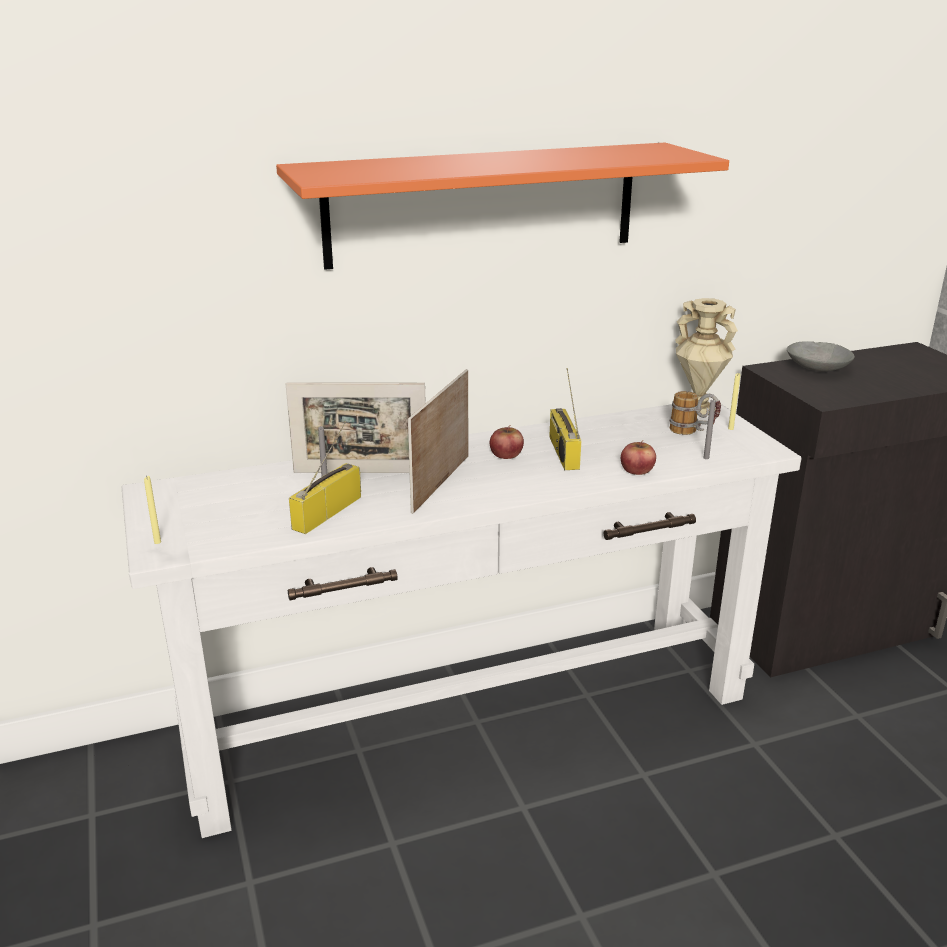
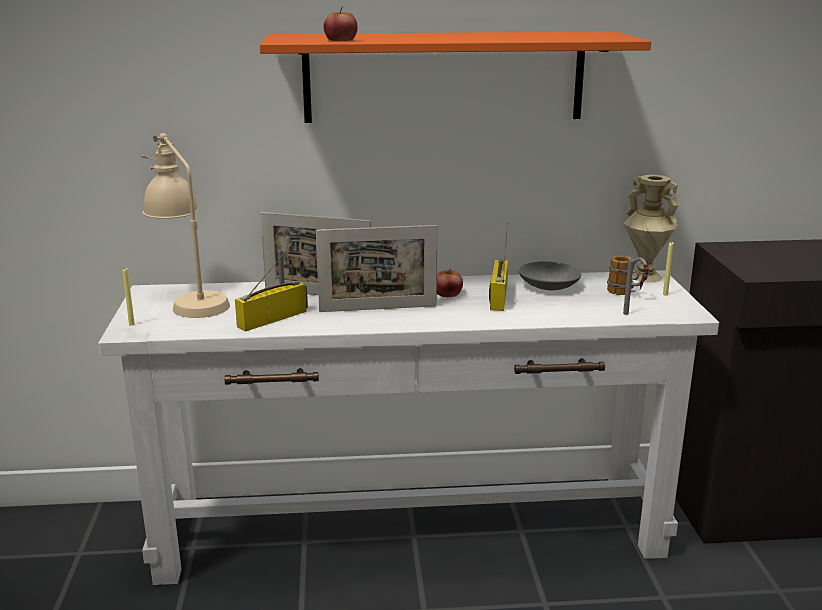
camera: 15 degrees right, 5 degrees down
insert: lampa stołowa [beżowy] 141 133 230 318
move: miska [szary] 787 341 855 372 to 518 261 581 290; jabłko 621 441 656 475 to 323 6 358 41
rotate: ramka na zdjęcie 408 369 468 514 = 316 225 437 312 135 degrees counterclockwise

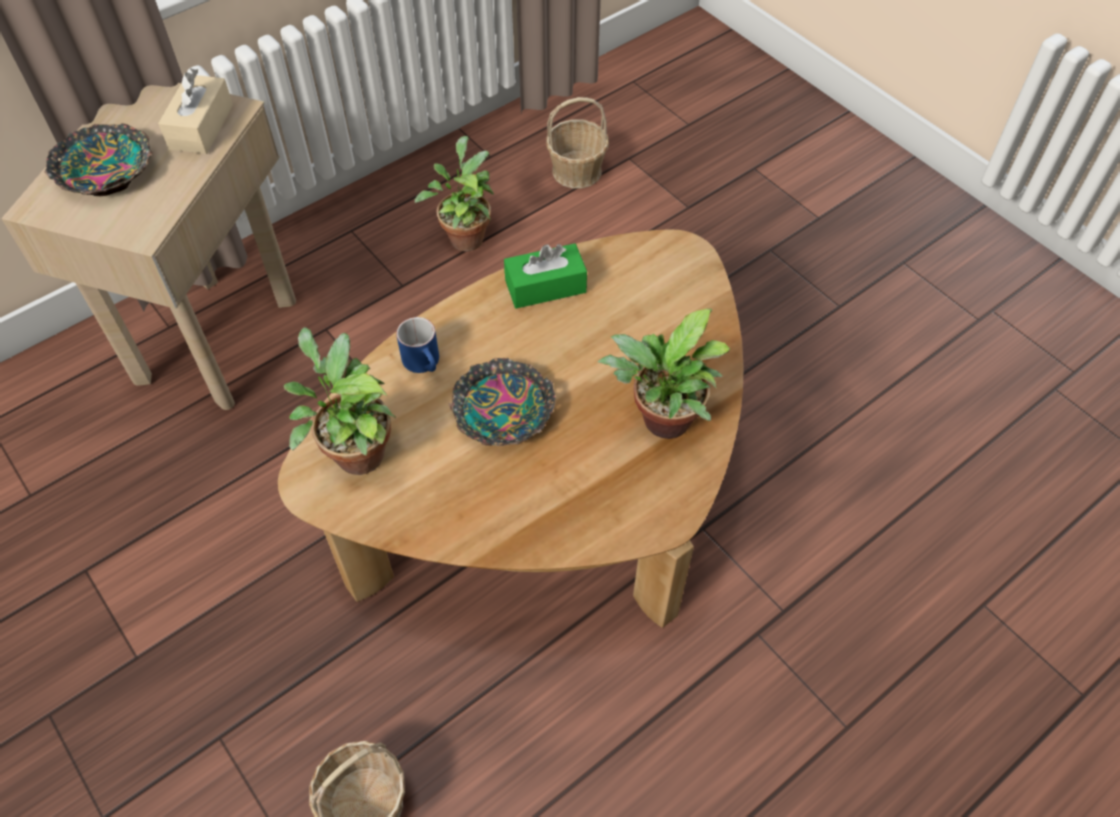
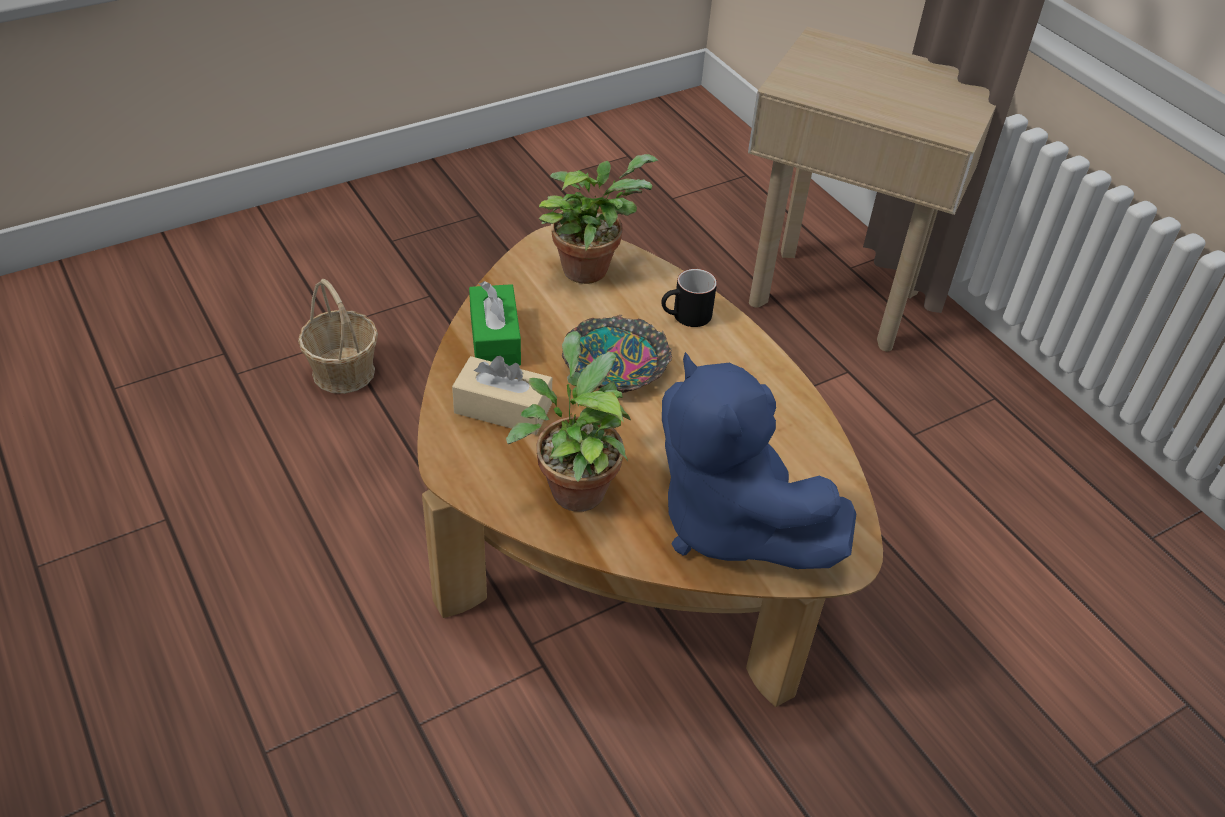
camera: 95 degrees right, 10 degrees down
delete: koszyk 546 97 609 188; miska 45 123 153 196; roślina doniczkowa 414 136 494 252
insert: pluszak [niebieski] 662 352 856 569
move: pudełko chusteczek [beżowy] 158 69 233 154 to 452 356 552 435; pudełko chusteczek [zielony] 504 243 587 309 to 469 281 521 366
recolor: kubek [niebieski] 396 317 439 373 to kubek [czarny] 661 269 717 327

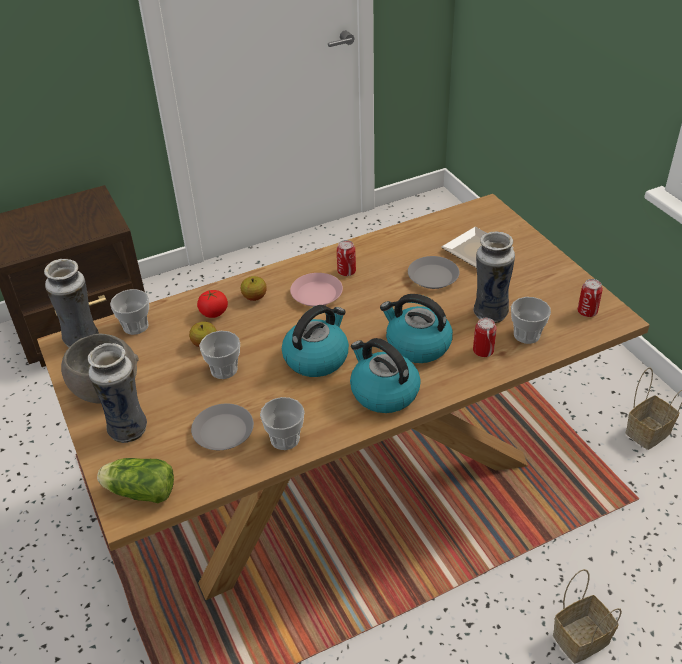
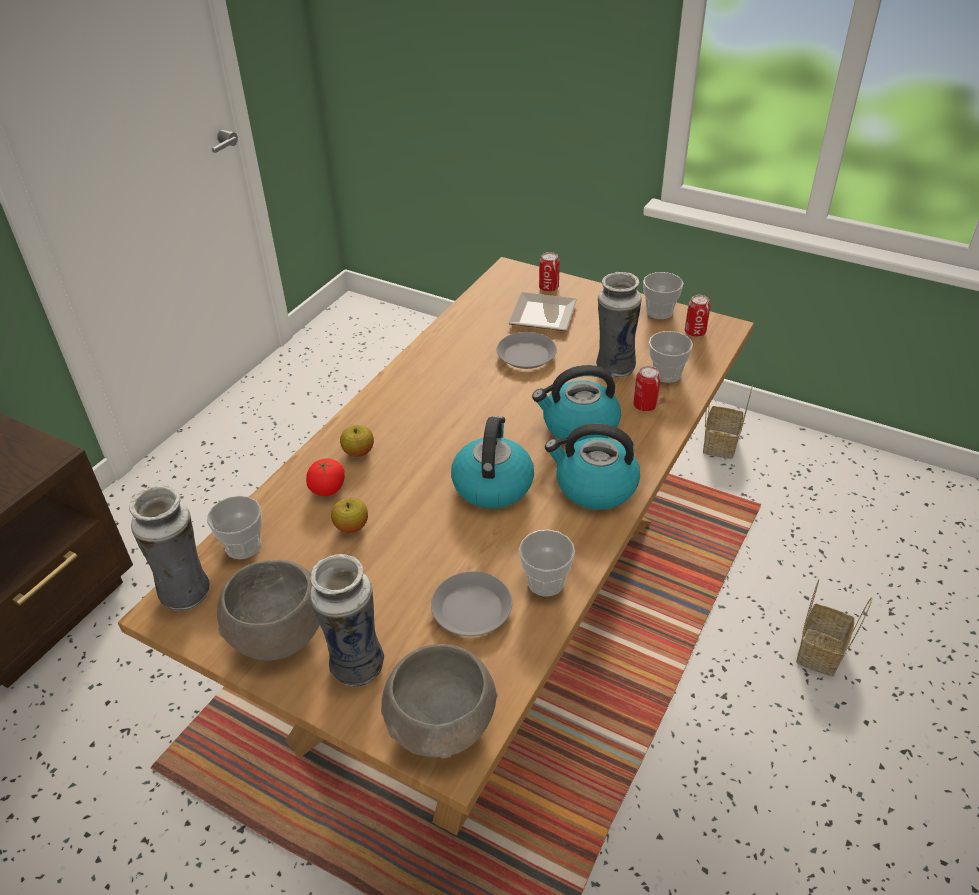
camera: 35 degrees left, 0 degrees up
delete: talerz [różowy] 290 273 343 307
move: puszka 337 240 356 276 to 539 252 560 292; filiżanka 199 331 240 379 to 643 272 684 319
replace: sałata 97 458 174 503 to miska [szary] 381 644 498 758

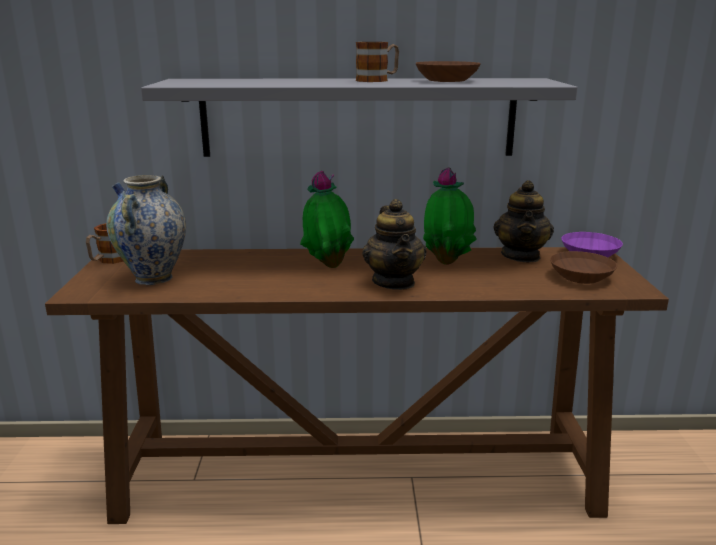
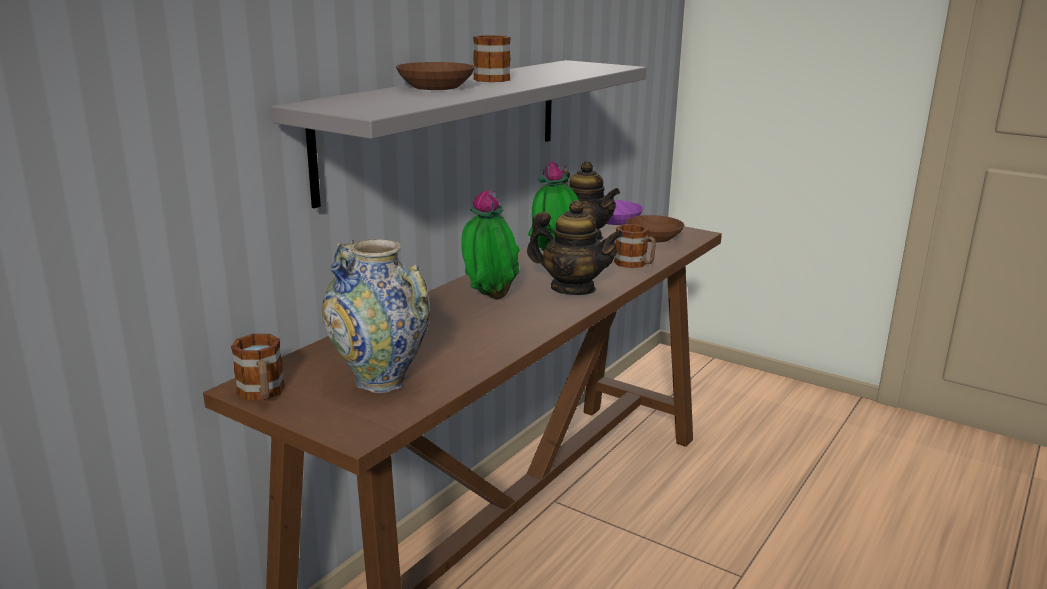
camera: 55 degrees left, 0 degrees up
insert: kubek 614 224 656 268
move: miska [brązowy] 415 61 481 82 to 396 62 475 90

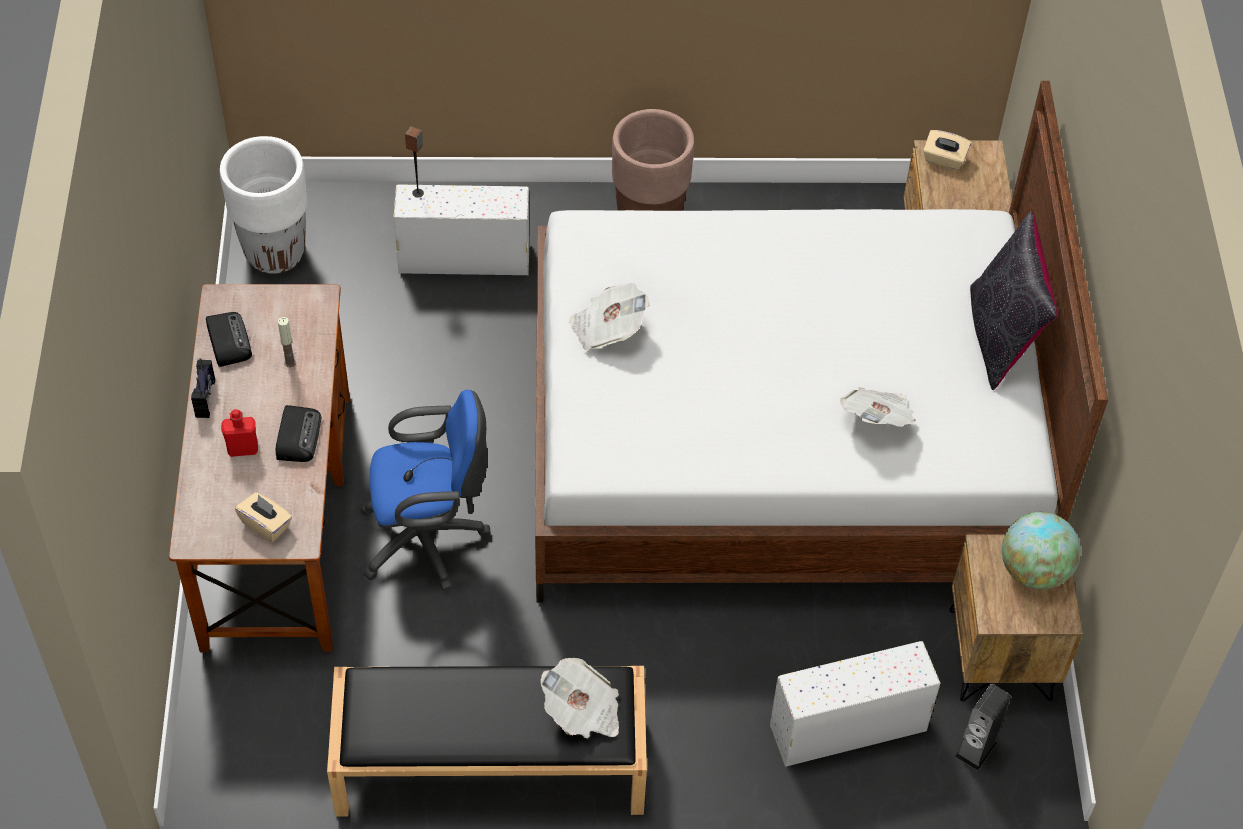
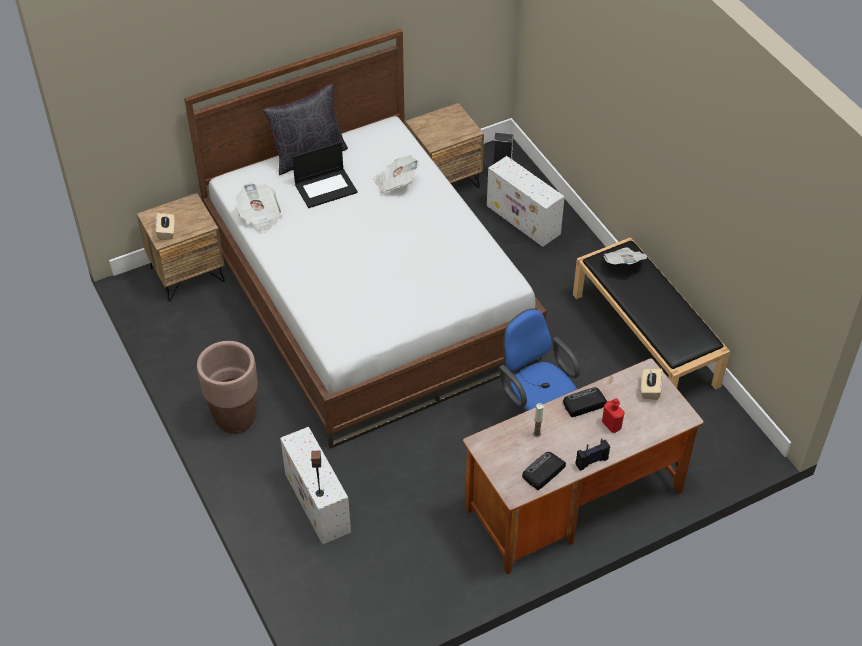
camera: 115 degrees left, 5 degrees down
delete: donica [biały] 220 136 308 274; globus 1002 512 1081 590
insert: laptop 292 141 358 208
move: gazeta 569 283 649 350 to 236 182 283 233

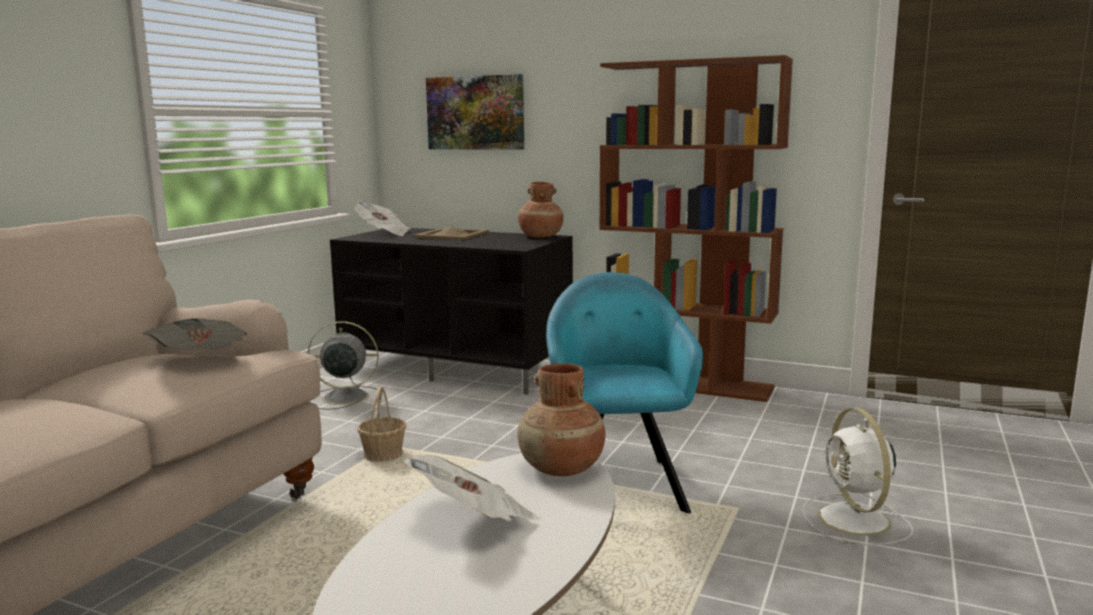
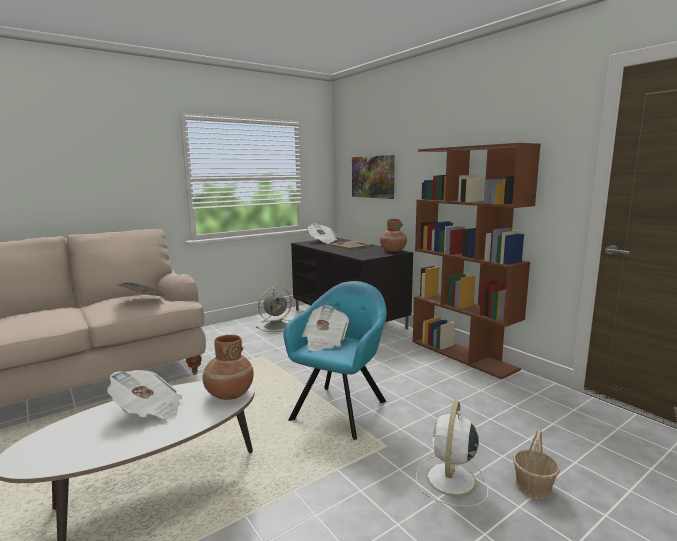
camera: 30 degrees right, 0 degrees up
insert: gazeta 302 305 349 351
move: koszyk 357 387 406 462 to 513 428 560 500
rotate: wentylator [szary] 308 321 381 410 = 256 287 292 332 120 degrees clockwise

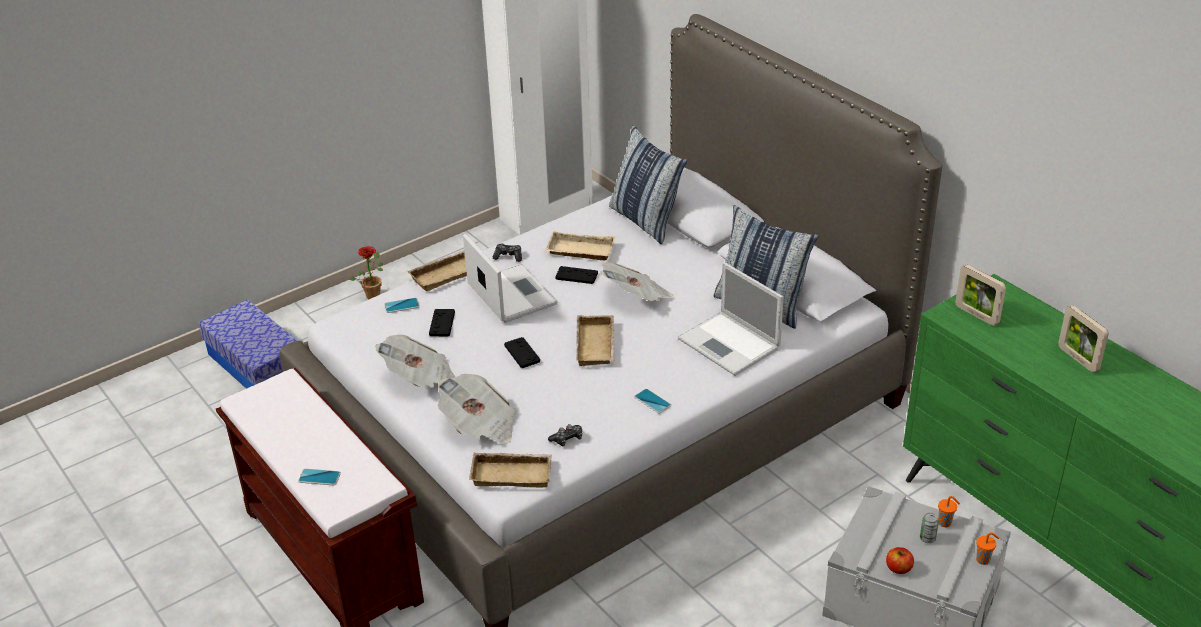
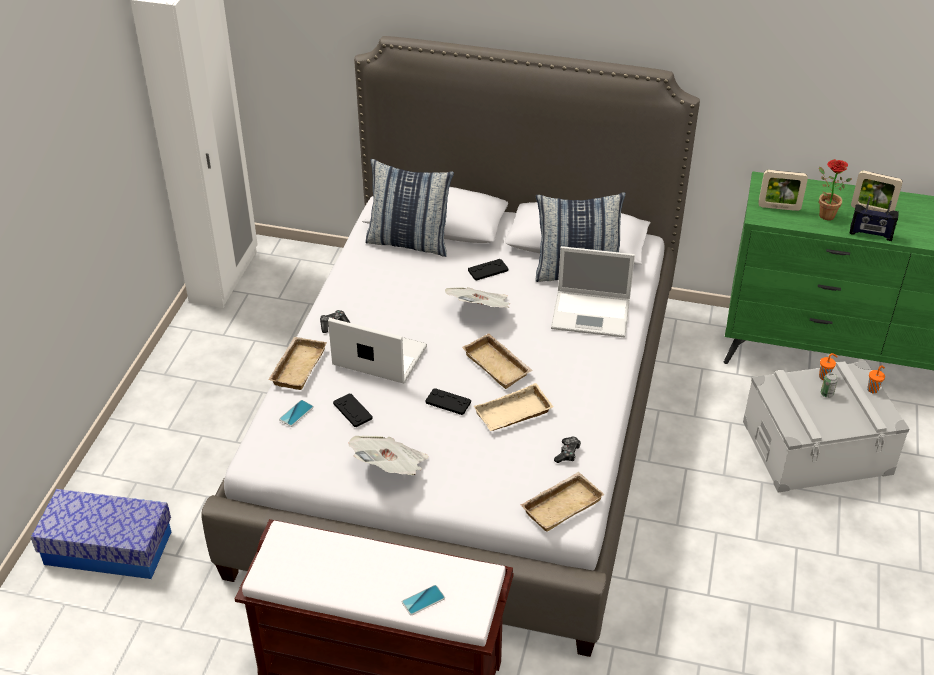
camera: 40 degrees left, 5 degrees up
delete: gazeta 438 374 516 444; telefon 634 389 671 413; jabłko 886 547 914 574
insert: radio 849 197 899 241
move: taca [beżowy] 545 231 616 261 to 474 383 553 431; roślina doniczkowa 349 246 384 299 to 819 159 851 220; pad do gier [czarny] 555 266 598 284 to 468 259 508 281

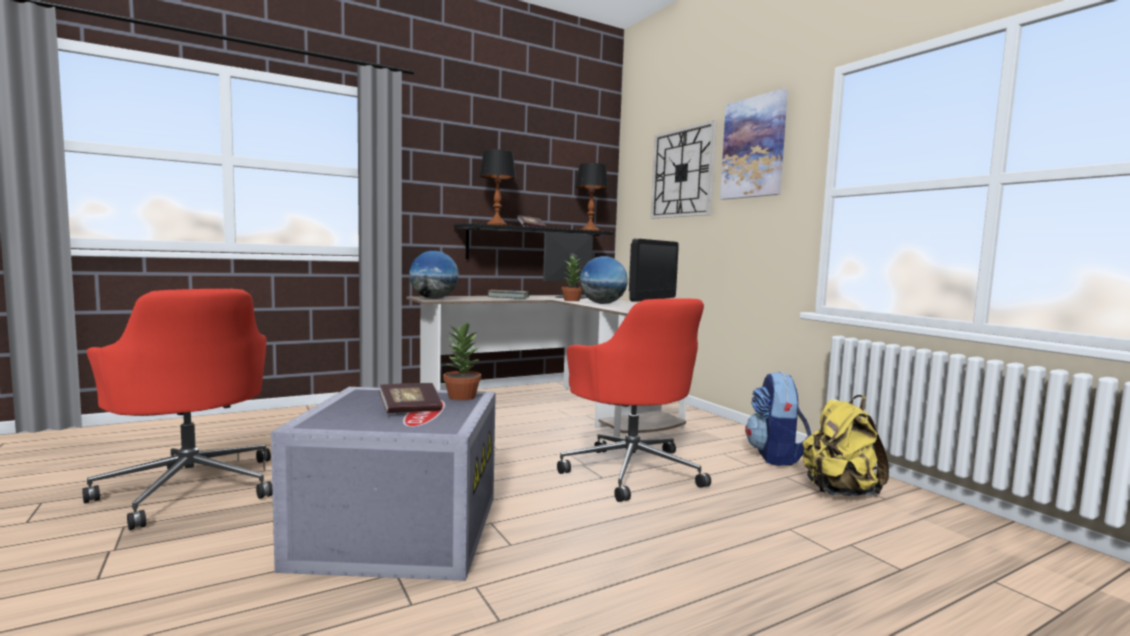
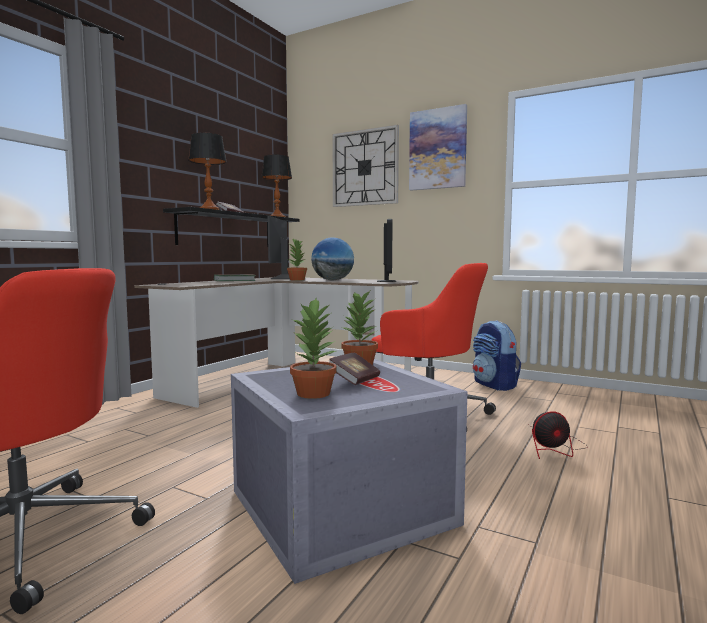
camera: 30 degrees left, 0 degrees up
delete: globus 409 251 459 299; plecak [żółty] 802 395 889 496
insert: roślina doniczkowa 290 299 336 399; wentylator 529 411 588 459

